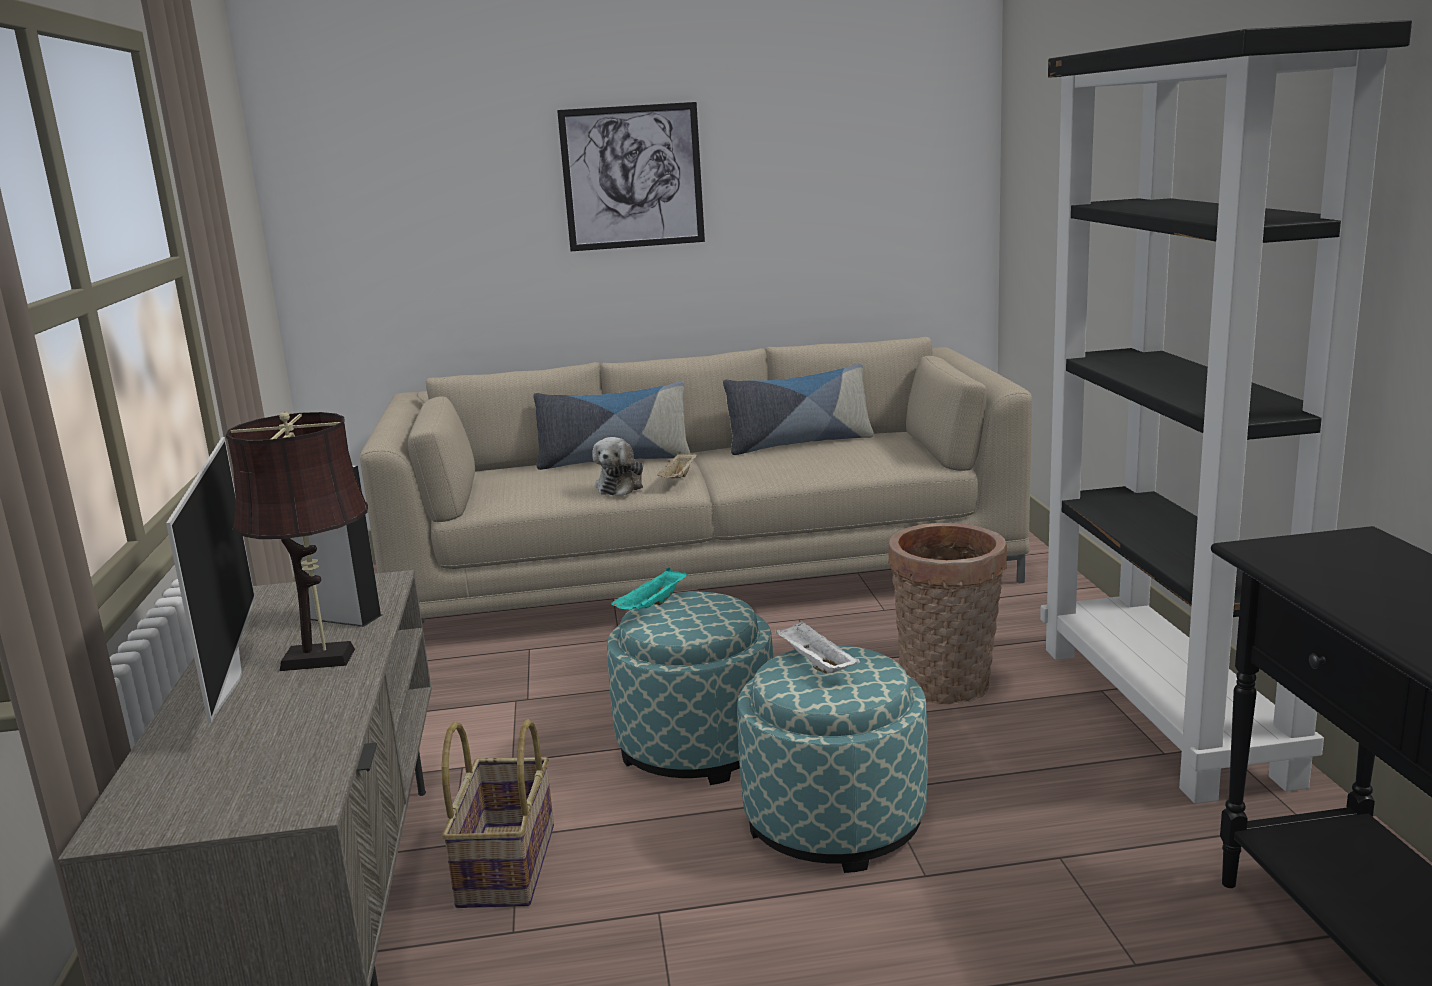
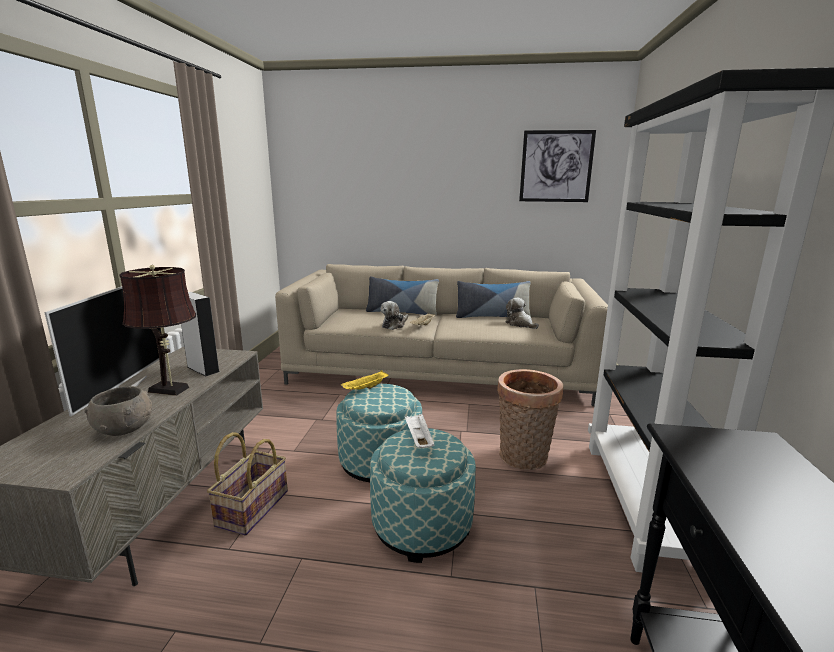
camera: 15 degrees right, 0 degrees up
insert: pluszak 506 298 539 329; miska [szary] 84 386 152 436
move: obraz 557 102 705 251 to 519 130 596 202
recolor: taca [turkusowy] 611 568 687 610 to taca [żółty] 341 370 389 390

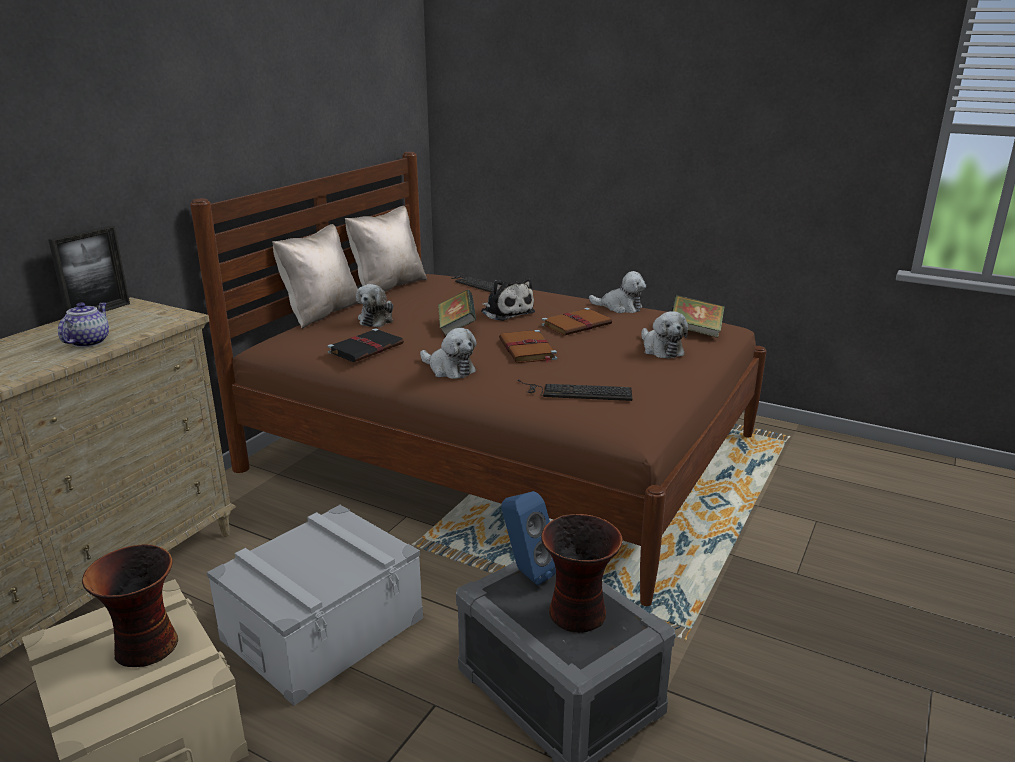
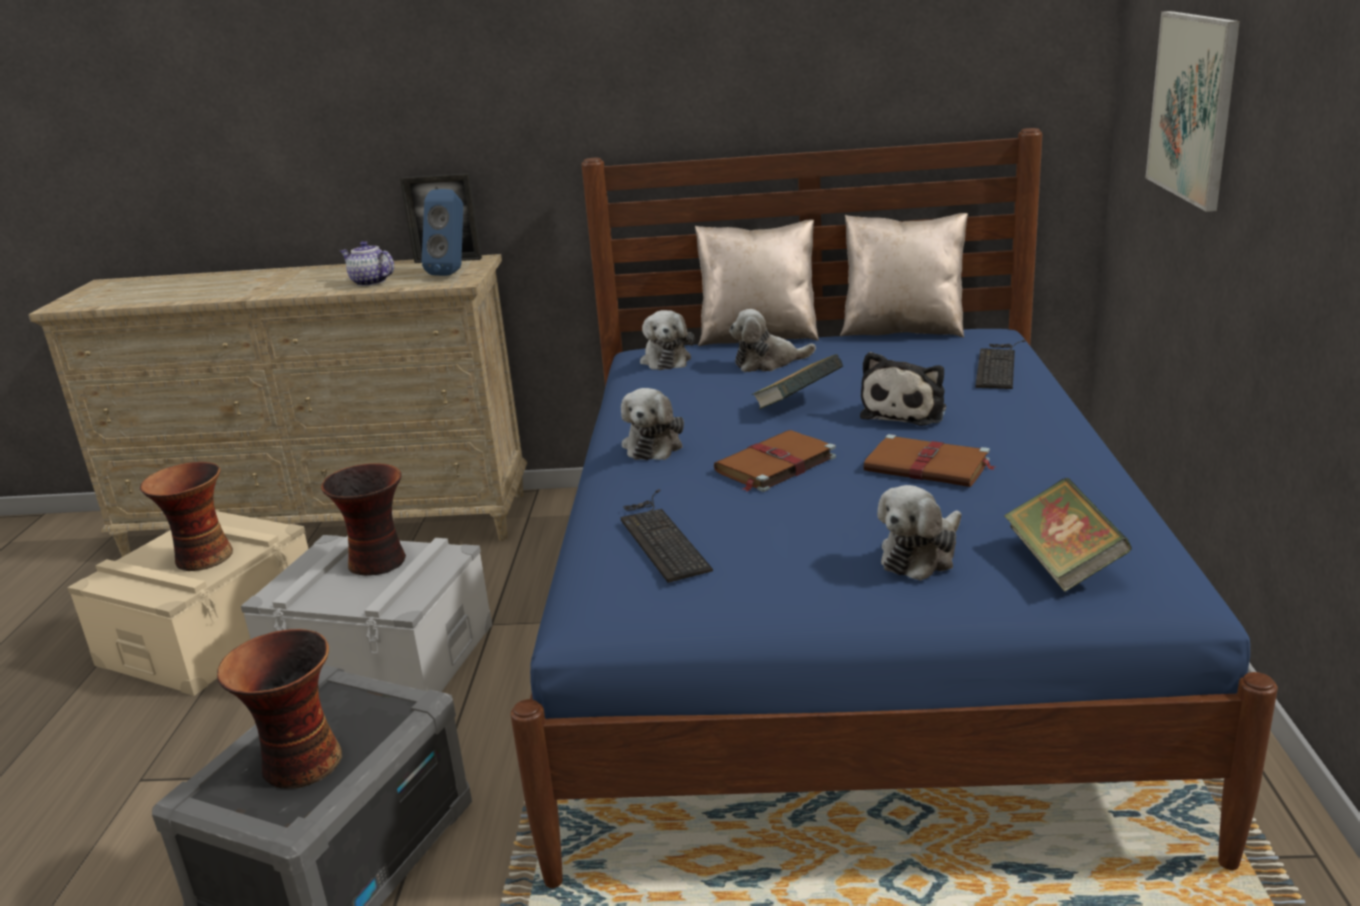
camera: 65 degrees right, 0 degrees up
delete: książka [czarny] 327 328 404 362
insert: obraz 1146 11 1240 212; wazon 321 463 406 576
move: pluszak 589 271 646 313 to 640 310 694 370; głośnik [niebieski] 501 491 556 585 to 422 189 463 276
recolor: łóżko [brązowy] 190 152 766 606 to łóżko [niebieski] 511 128 1278 888
rotate: imbryk 58 302 109 347 = 340 241 394 286 135 degrees counterclockwise

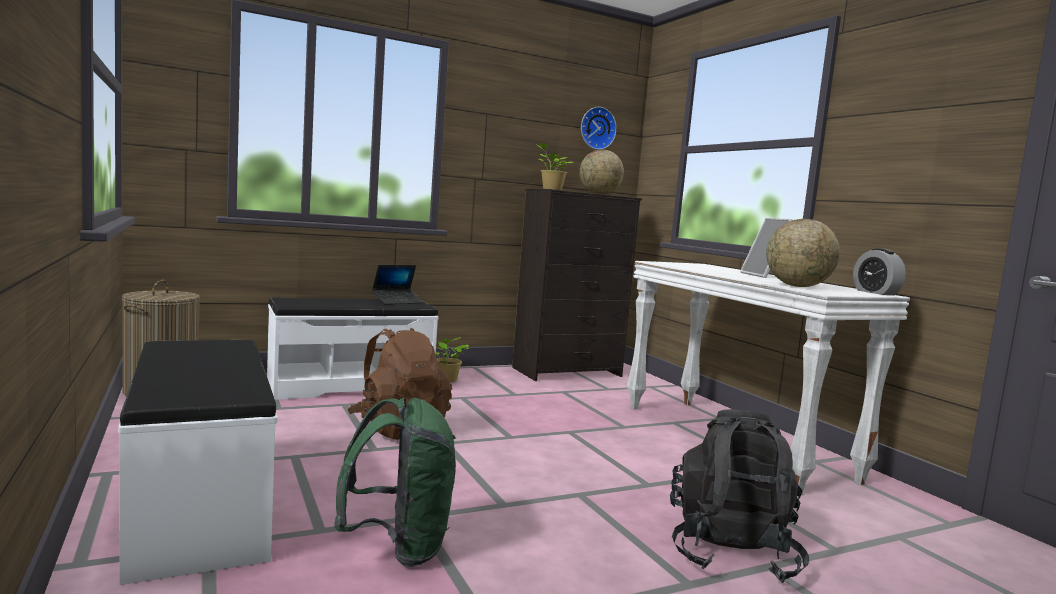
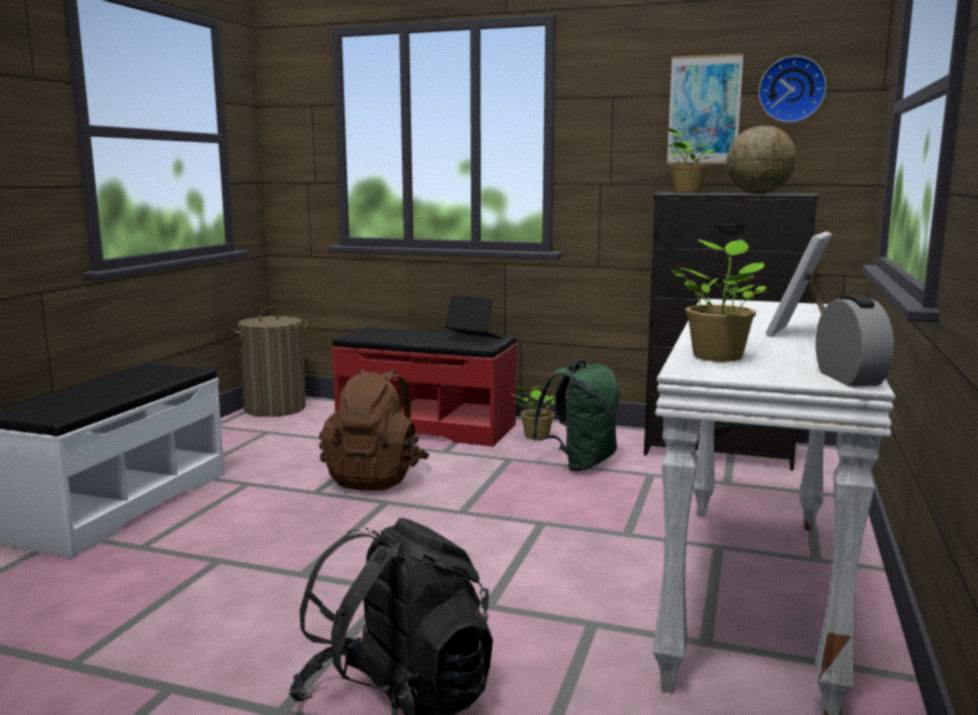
camera: 45 degrees right, 5 degrees up
insert: obraz 667 54 744 164
move: plecak [zielony] 334 398 456 566 to 531 361 620 471
replace: globus 766 219 840 287 to roślina doniczkowa 672 239 766 362
recolor: ławka [biały] 267 297 439 400 to ławka [czerwony] 331 327 517 447
rotate: budzik 853 248 906 295 = 816 295 894 386 150 degrees clockwise; laptop 372 265 422 305 = 445 295 502 339 150 degrees counterclockwise

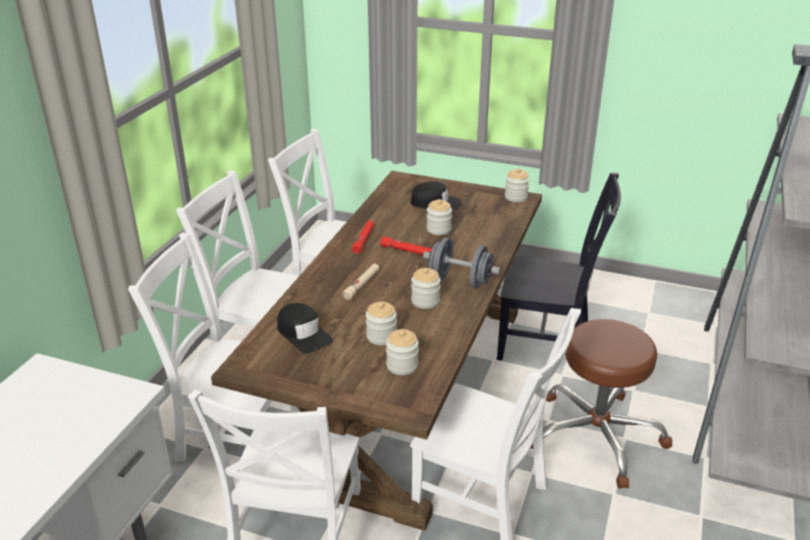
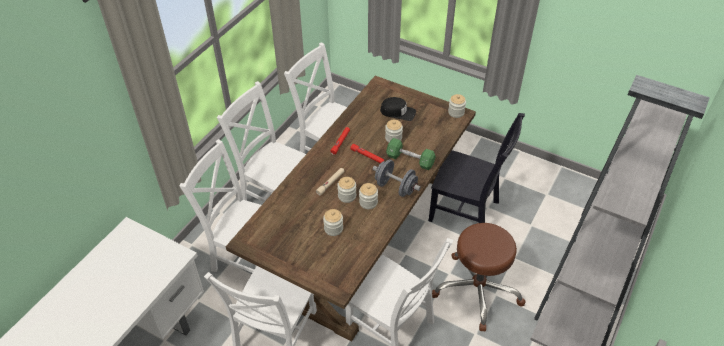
camera: 10 degrees right, 15 degrees up
delete: czapka z daszkiem [czarny] 277 303 333 354
insert: hantel [zielony] 386 138 436 170
move: słoik 386 329 419 375 to 337 177 356 203

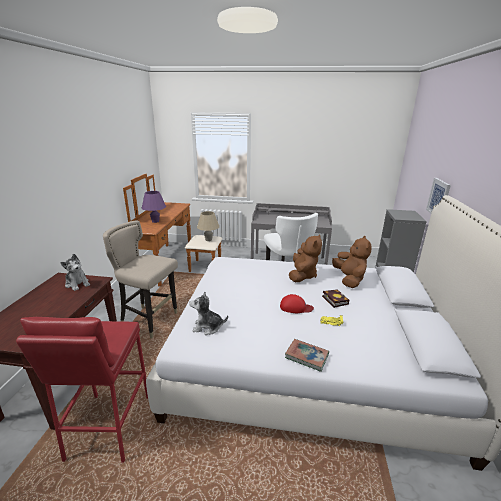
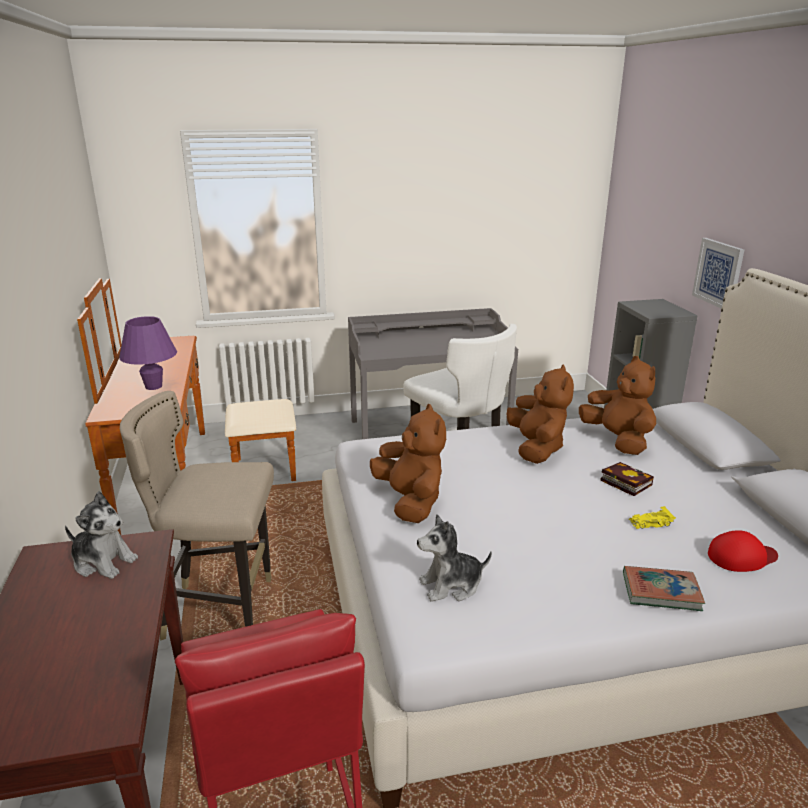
camera: 20 degrees left, 0 degrees up
delete: lampa stołowa [beżowy] 197 211 219 241
insert: pluszak [brązowy] 370 404 446 523
move: czapka z daszkiem [czerwony] 280 294 314 313 to 708 530 778 572

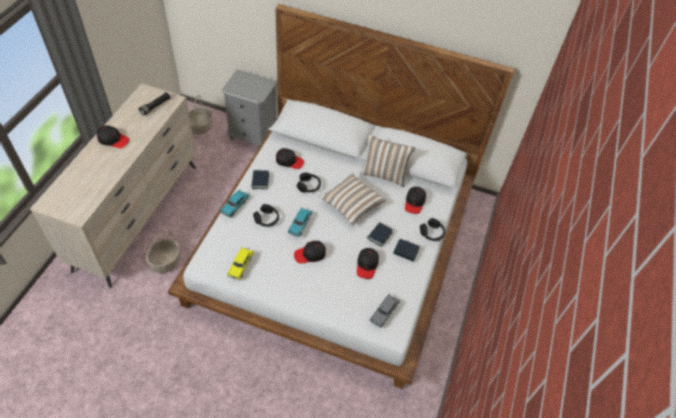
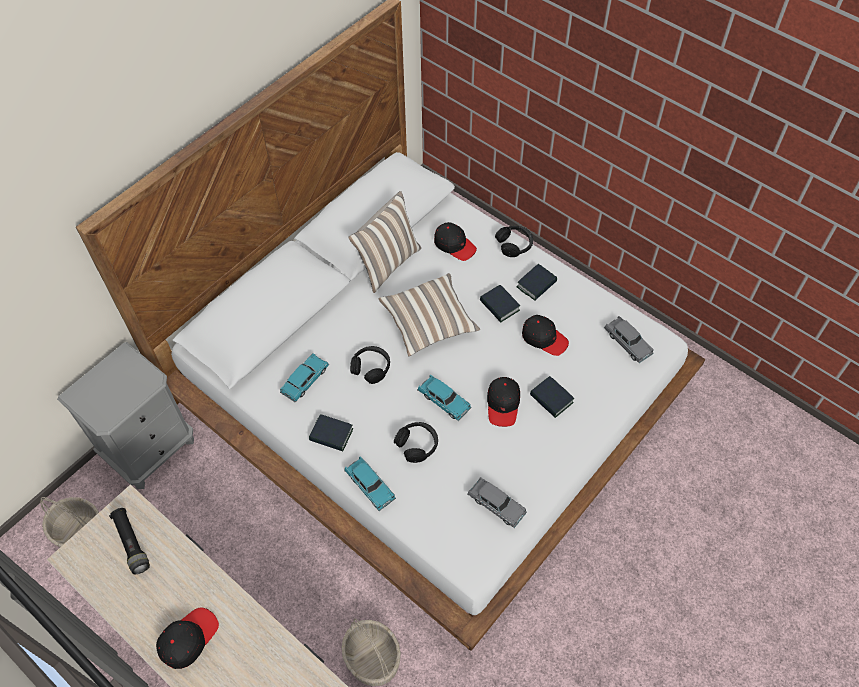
camera: 65 degrees left, 5 degrees up
insert: książka 530 376 574 418
replace: czapka z daszkiem [czarny] 276 148 304 169 to samochodzik [turkusowy] 280 353 329 403
recolor: samochodzik [żółty] 227 247 254 280 to samochodzik [szary] 467 477 527 528

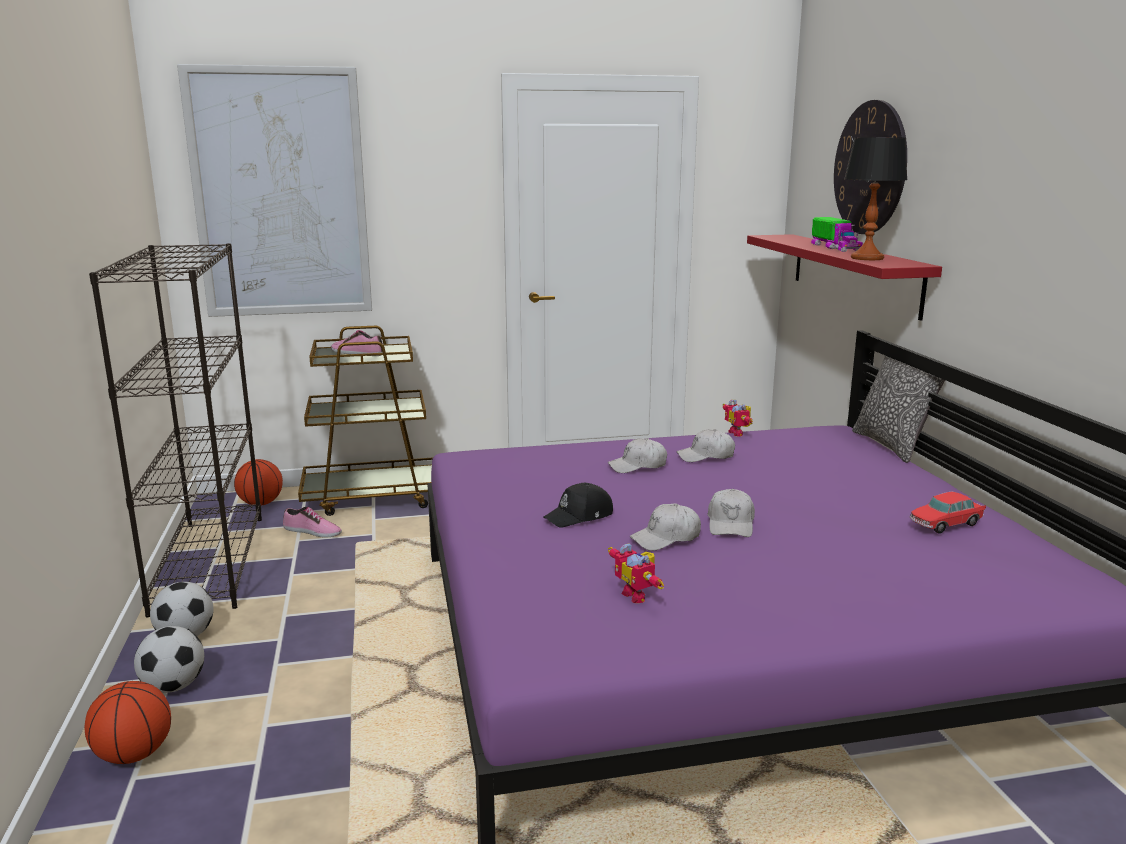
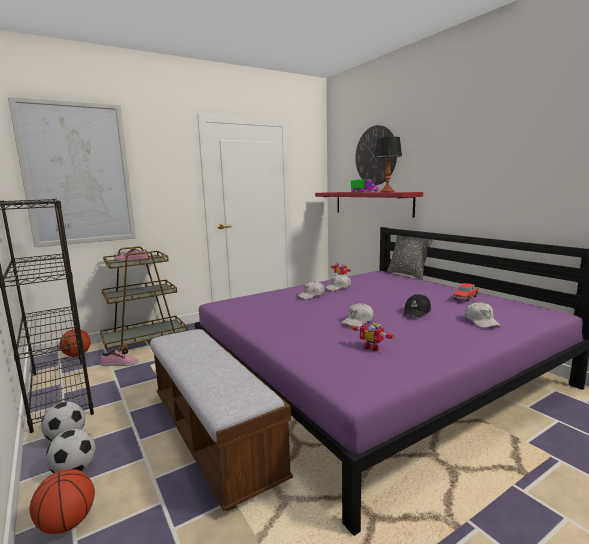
camera: 20 degrees left, 5 degrees down
insert: ławka 150 329 293 511
move: czapka z daszkiem [czarny] 543 483 613 528 to 404 294 431 318; czapka z daszkiem [biały] 708 489 755 537 to 465 302 501 328

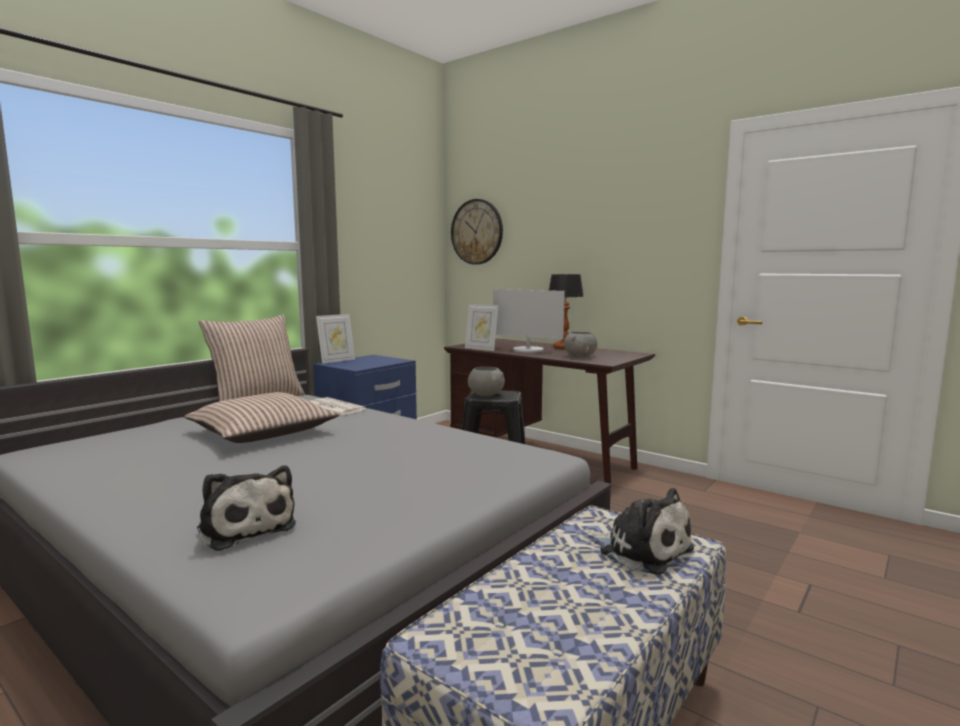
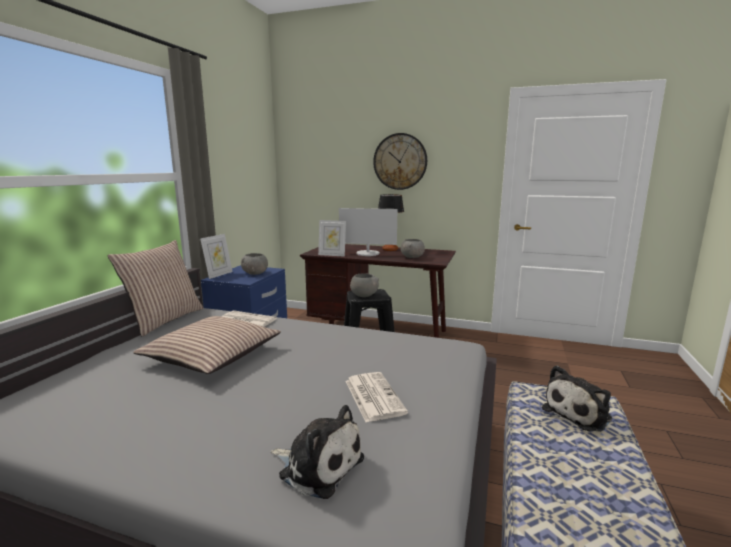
camera: 20 degrees left, 5 degrees up
insert: miska [szary] 241 253 268 275; gazeta 346 372 408 422
move: zegar ścienny 451 199 503 265 to 373 133 427 190
rotate: pluszak 585 488 694 575 = 542 365 612 432 120 degrees clockwise

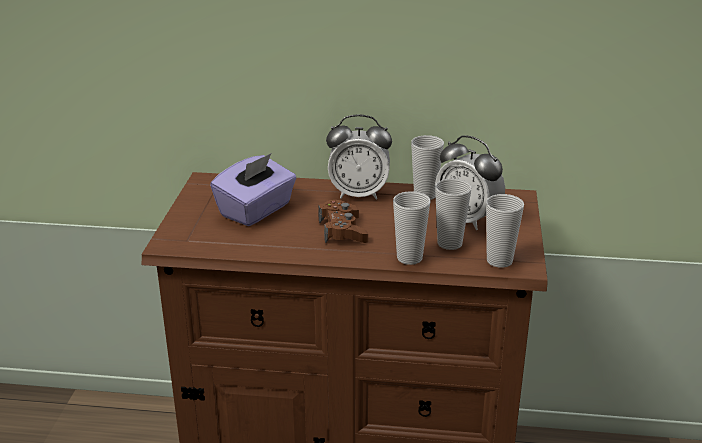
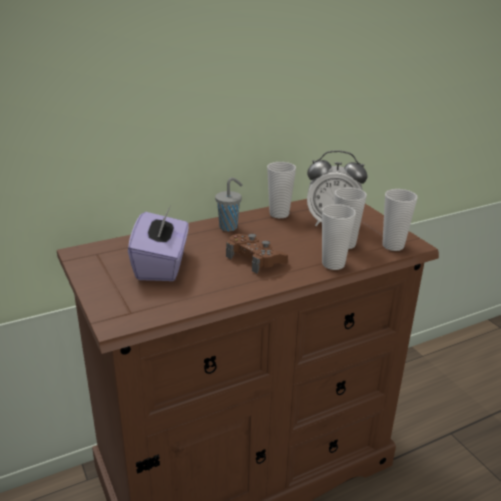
camera: 35 degrees left, 0 degrees up
replace: budzik 326 114 392 200 to filiżanka [szary] 215 177 243 231

